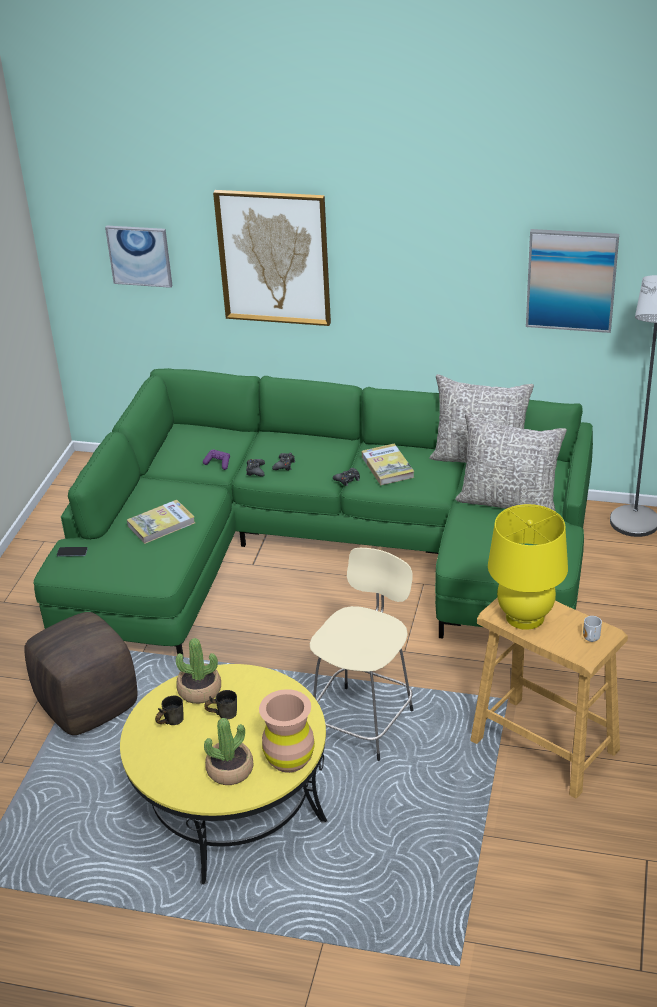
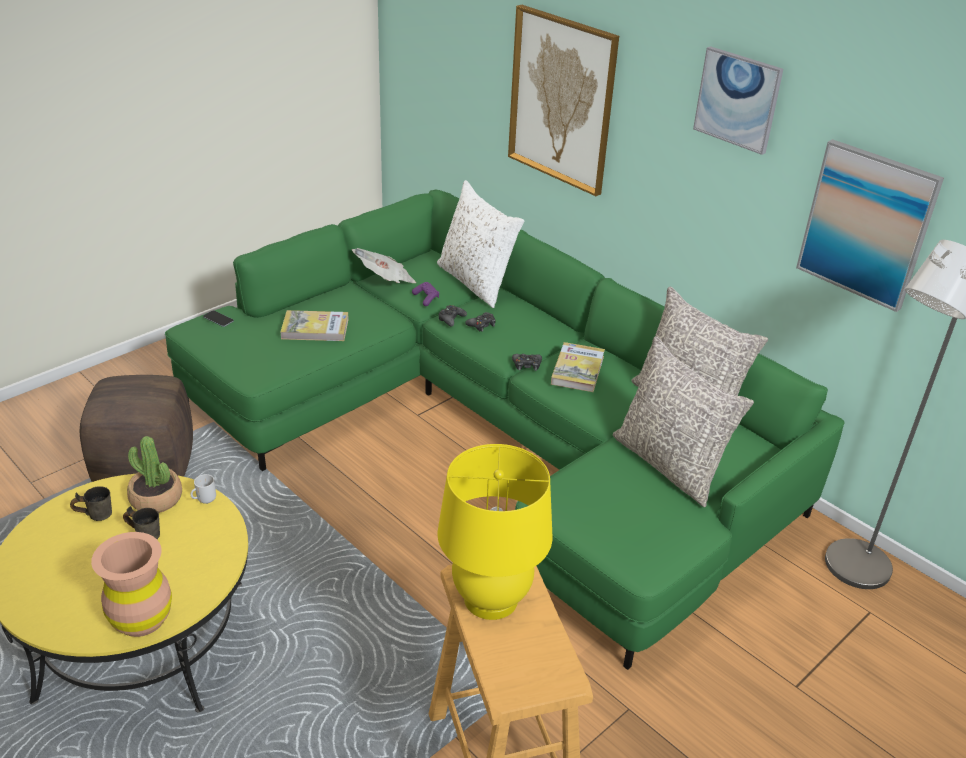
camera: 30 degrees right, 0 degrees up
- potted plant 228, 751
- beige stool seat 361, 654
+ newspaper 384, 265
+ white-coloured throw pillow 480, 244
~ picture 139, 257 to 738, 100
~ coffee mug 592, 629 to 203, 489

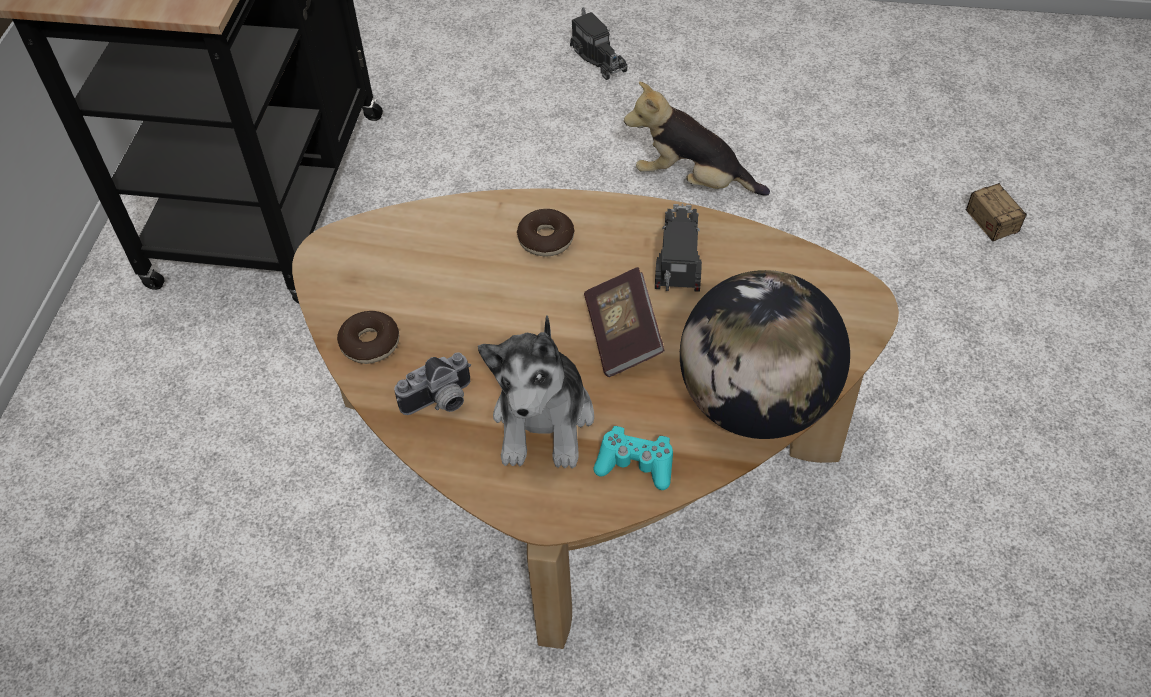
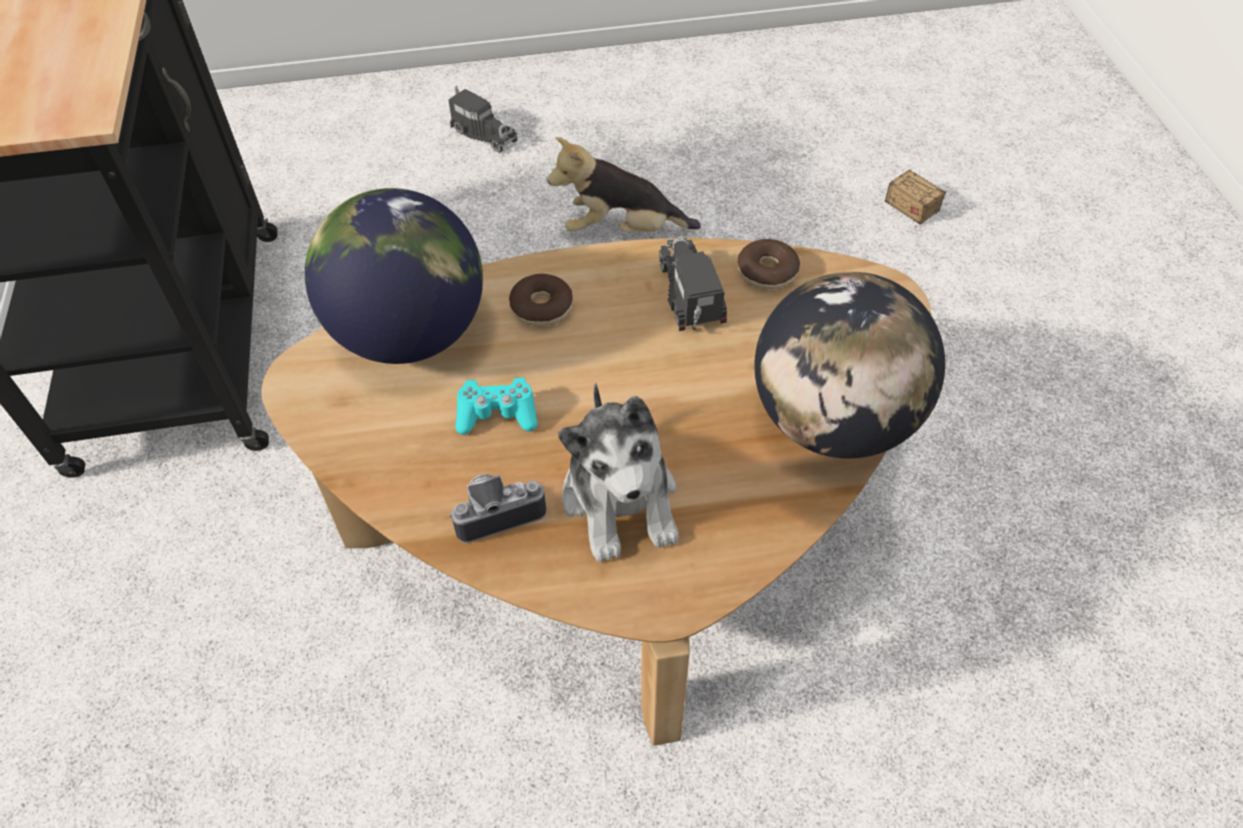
camera: 20 degrees left, 0 degrees up
- volume 624, 322
+ globe 394, 276
~ ring doughnut 368, 337 to 769, 264
~ turquoise game controller 633, 458 to 496, 406
~ still camera 432, 383 = 497, 508 150 degrees counterclockwise

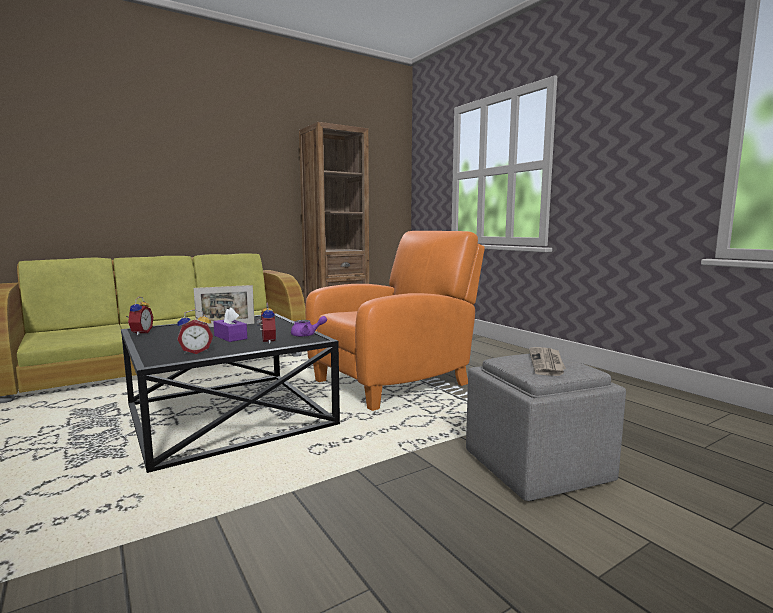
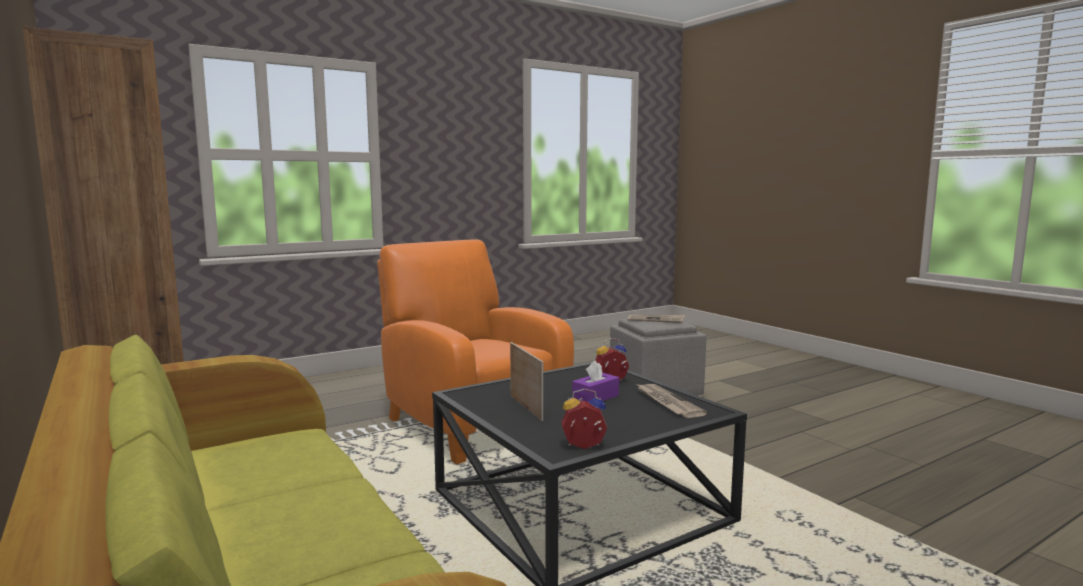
camera: 90 degrees left, 0 degrees up
- purple teapot 309, 326
~ alarm clock 195, 331 to newspaper 671, 400

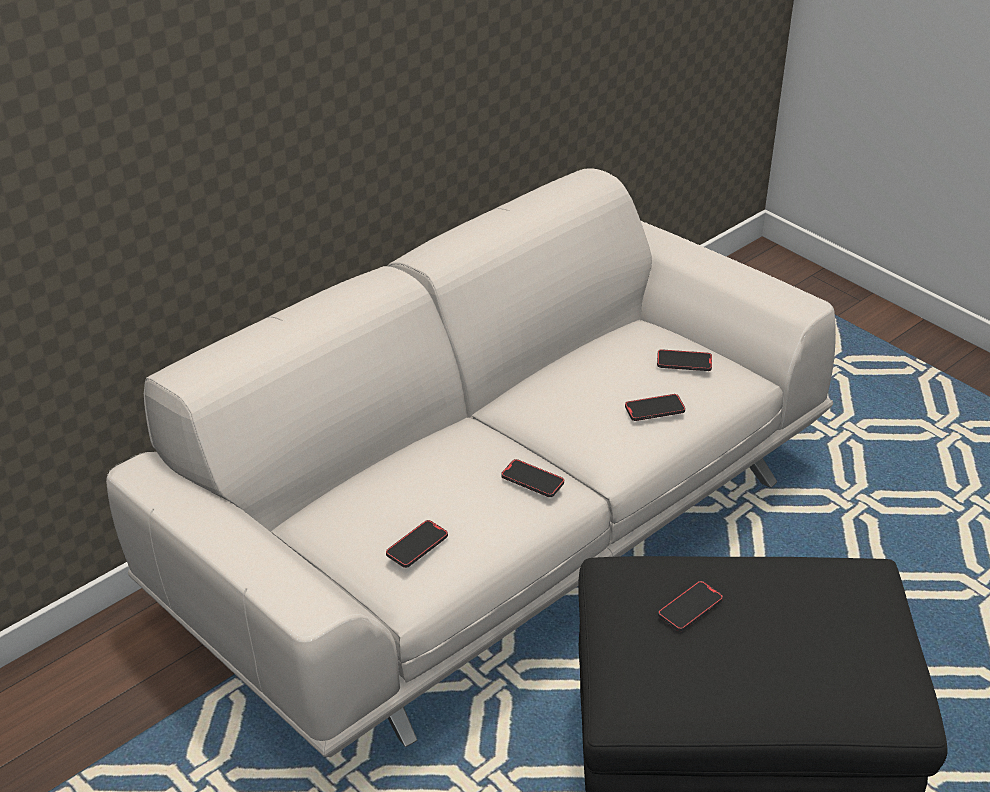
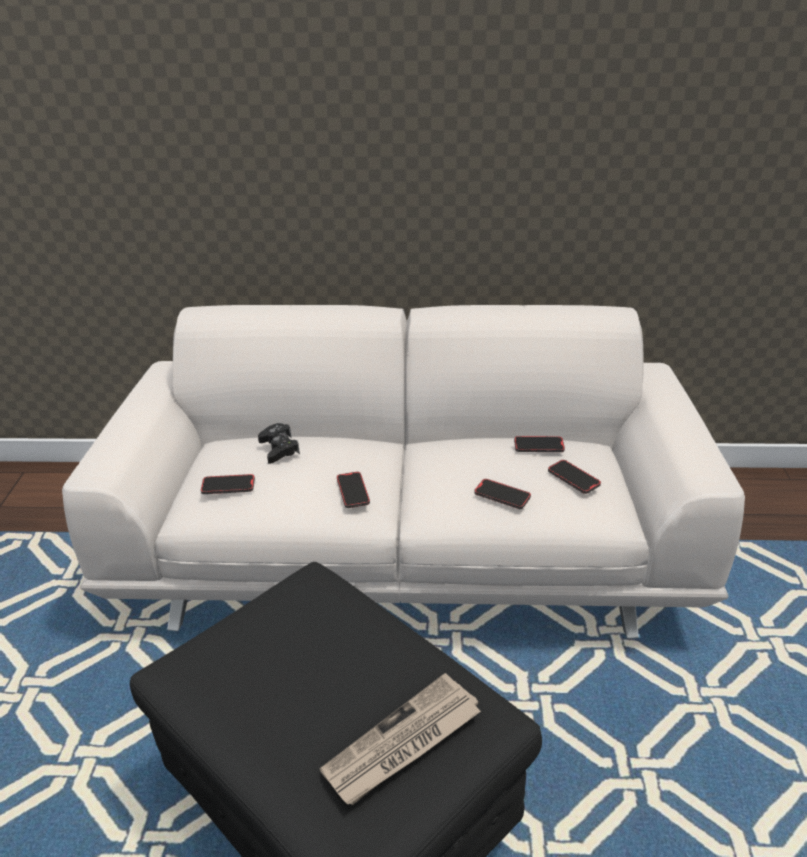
camera: 45 degrees right, 5 degrees down
+ blackish game controller 279, 443
+ newspaper 400, 739
~ handset 690, 606 to 539, 444

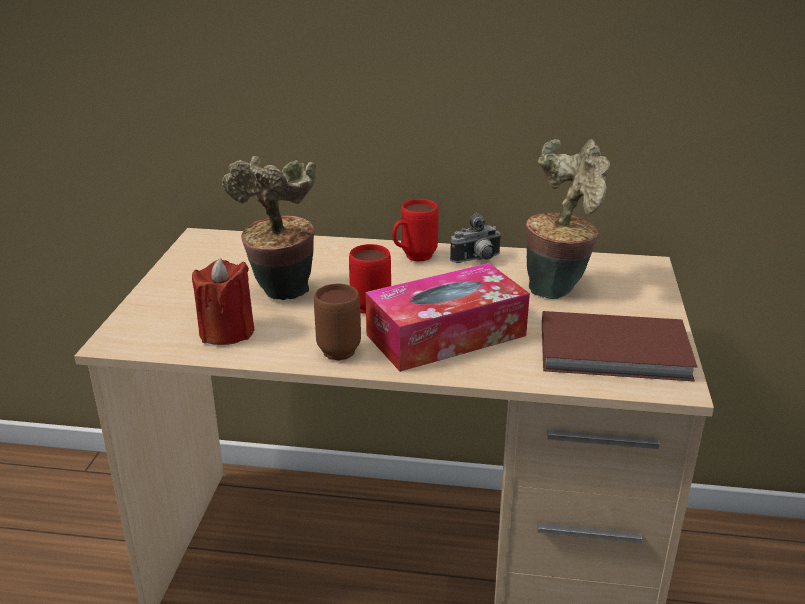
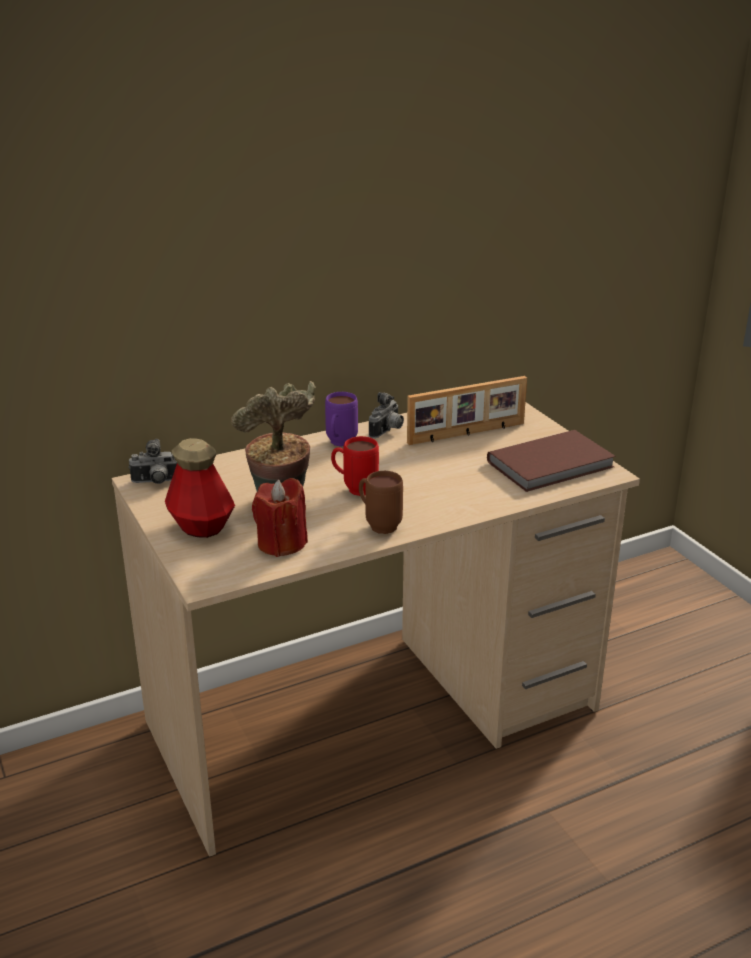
camera: 35 degrees left, 0 degrees up
- tissue holder 447, 317
+ still camera 152, 461
+ drink bottle 200, 488
~ potted plant 568, 219 to photo frame 467, 410
~ red-coloured coffee mug 415, 230 to purple coffee mug 341, 419

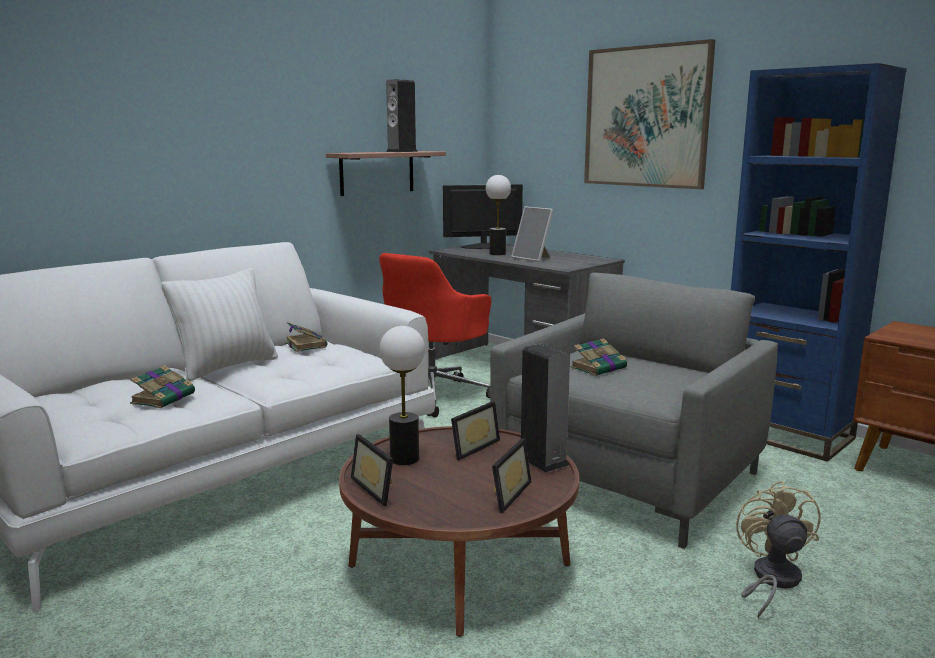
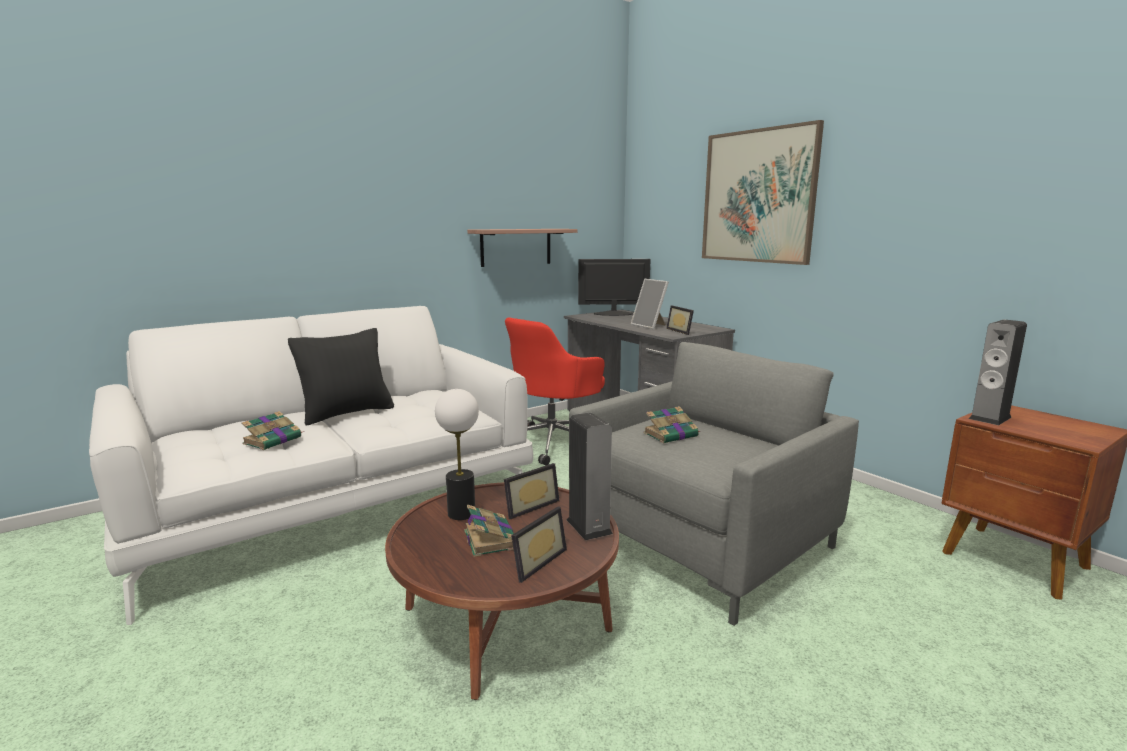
camera: 10 degrees right, 0 degrees up
- lamp for a table 498, 215
- blue bookcase 819, 262
- beige electric fan 778, 549
~ volume 306, 337 to 489, 531
~ photo frame 372, 470 to 680, 320
~ audio speaker 402, 115 to 998, 372
~ white-coloured throw pillow 219, 324 to blackish throw pillow 341, 377

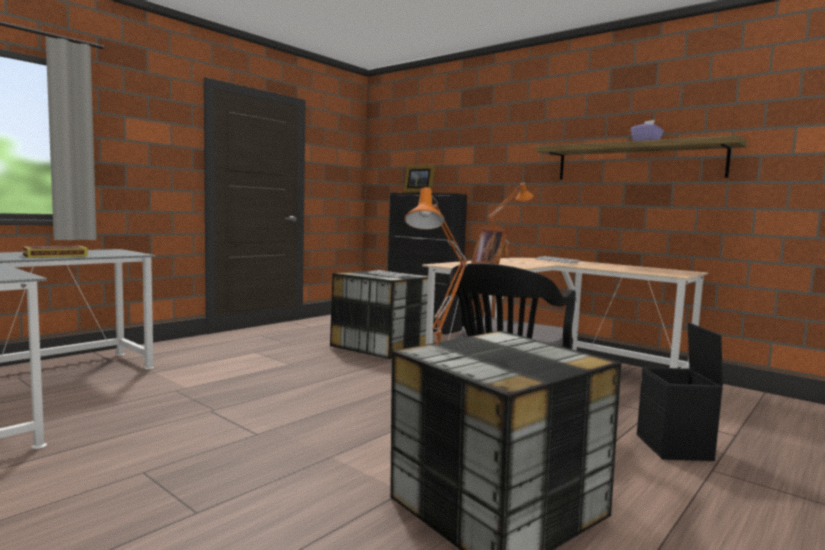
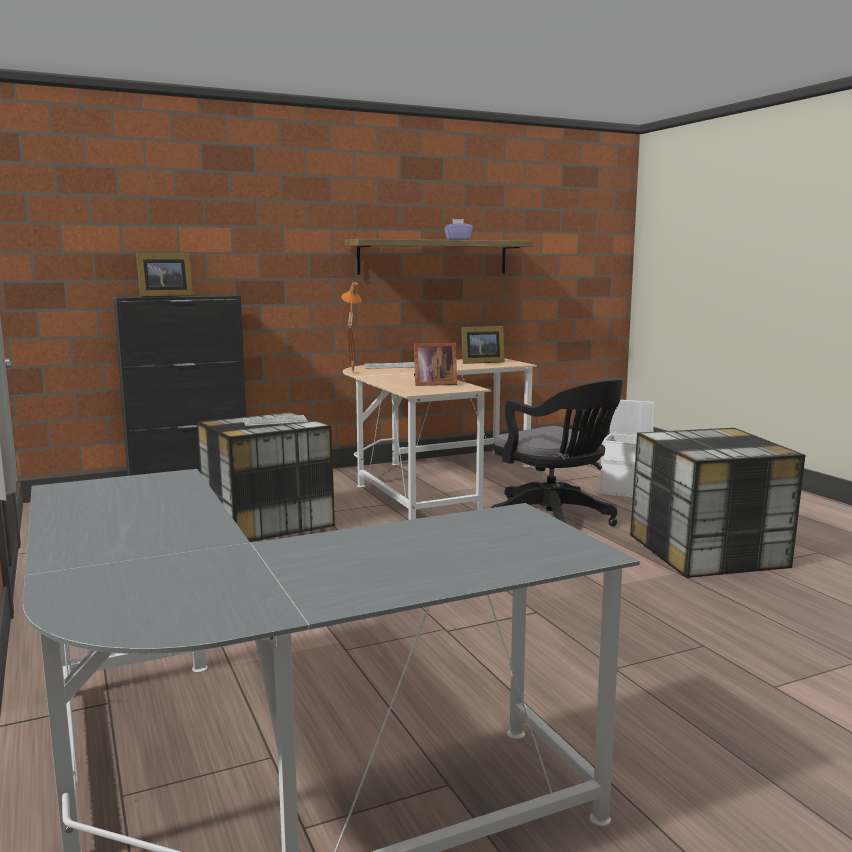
camera: 65 degrees left, 5 degrees up
- volume 55, 252
- orangey lamp for a table 436, 267
+ photo frame 483, 345
~ blackish storage container 680, 391 to white-coloured storage container 627, 449

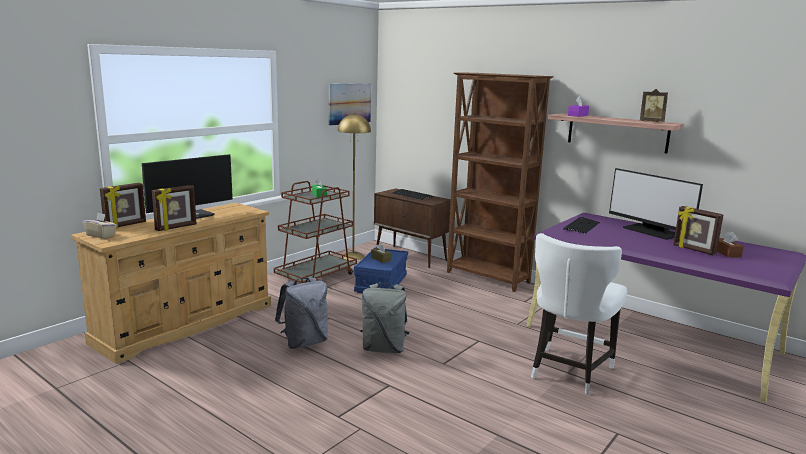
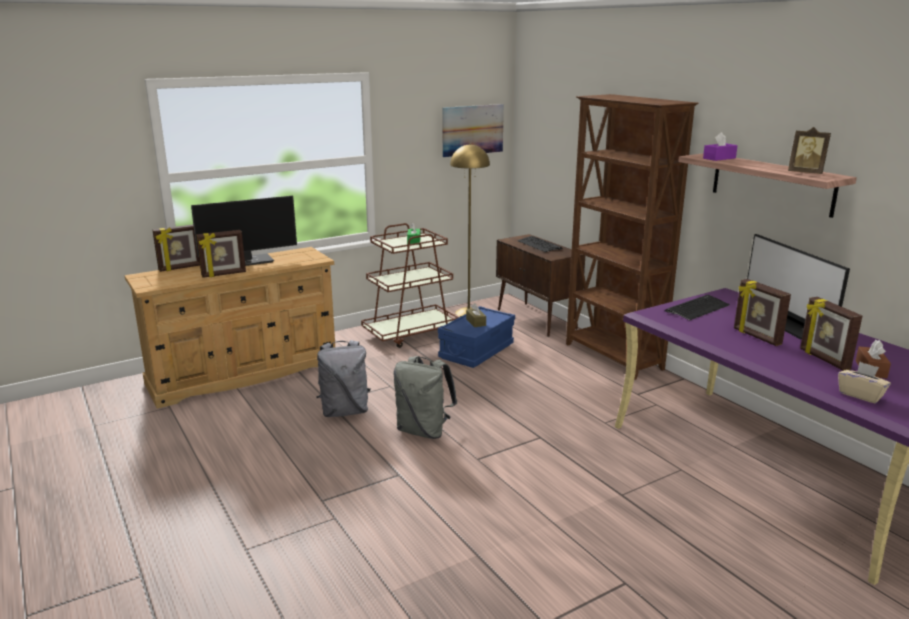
camera: 20 degrees right, 5 degrees up
- white-coloured chair 579, 314
+ photo frame 762, 312
~ beige tissue holder 99, 226 to 864, 383

